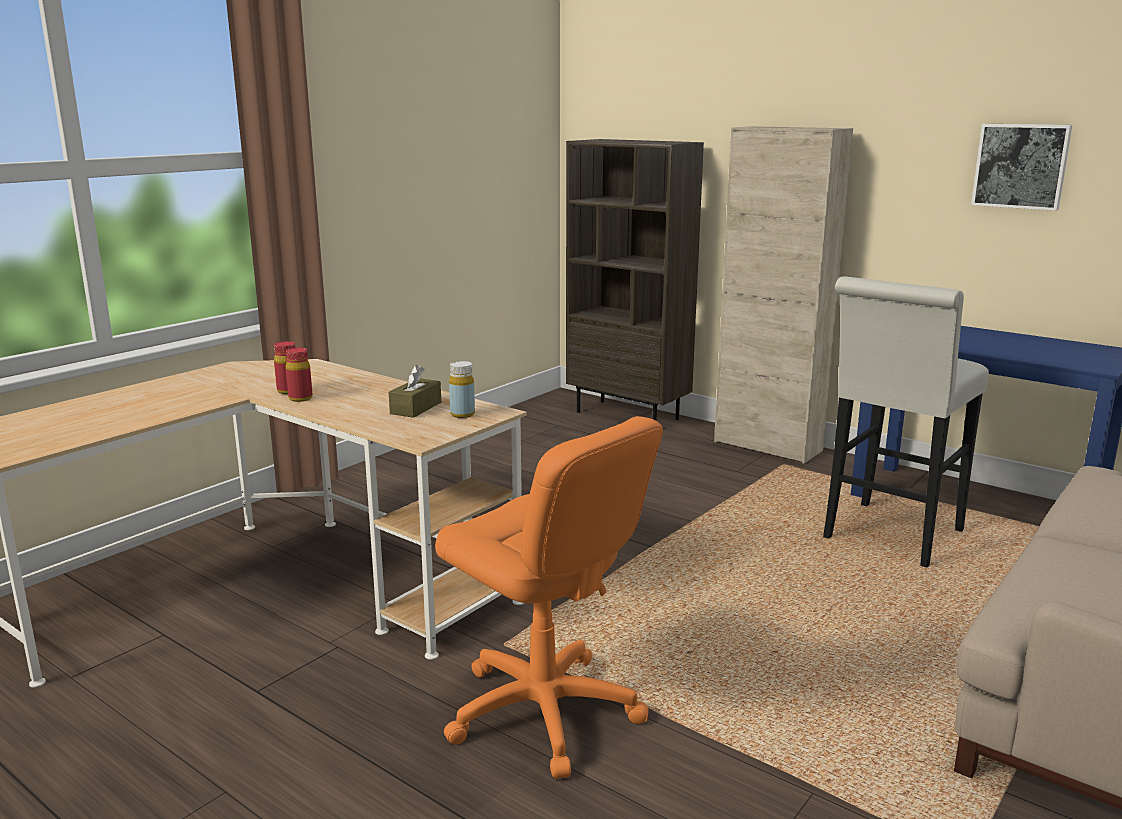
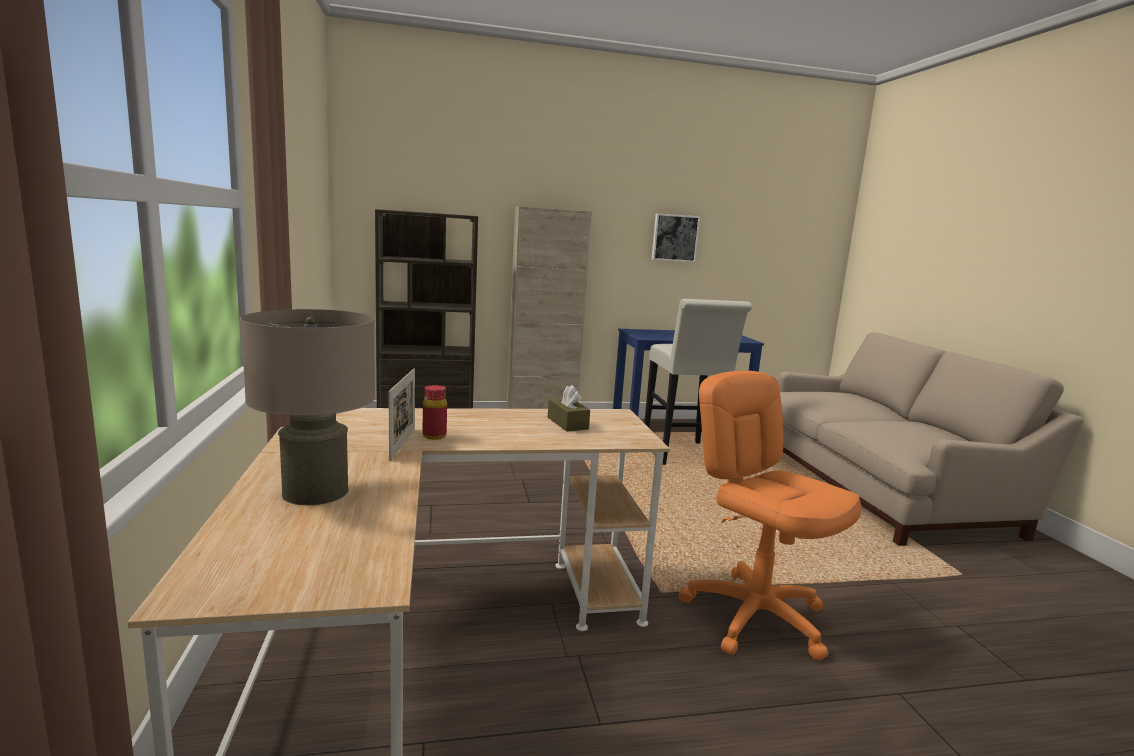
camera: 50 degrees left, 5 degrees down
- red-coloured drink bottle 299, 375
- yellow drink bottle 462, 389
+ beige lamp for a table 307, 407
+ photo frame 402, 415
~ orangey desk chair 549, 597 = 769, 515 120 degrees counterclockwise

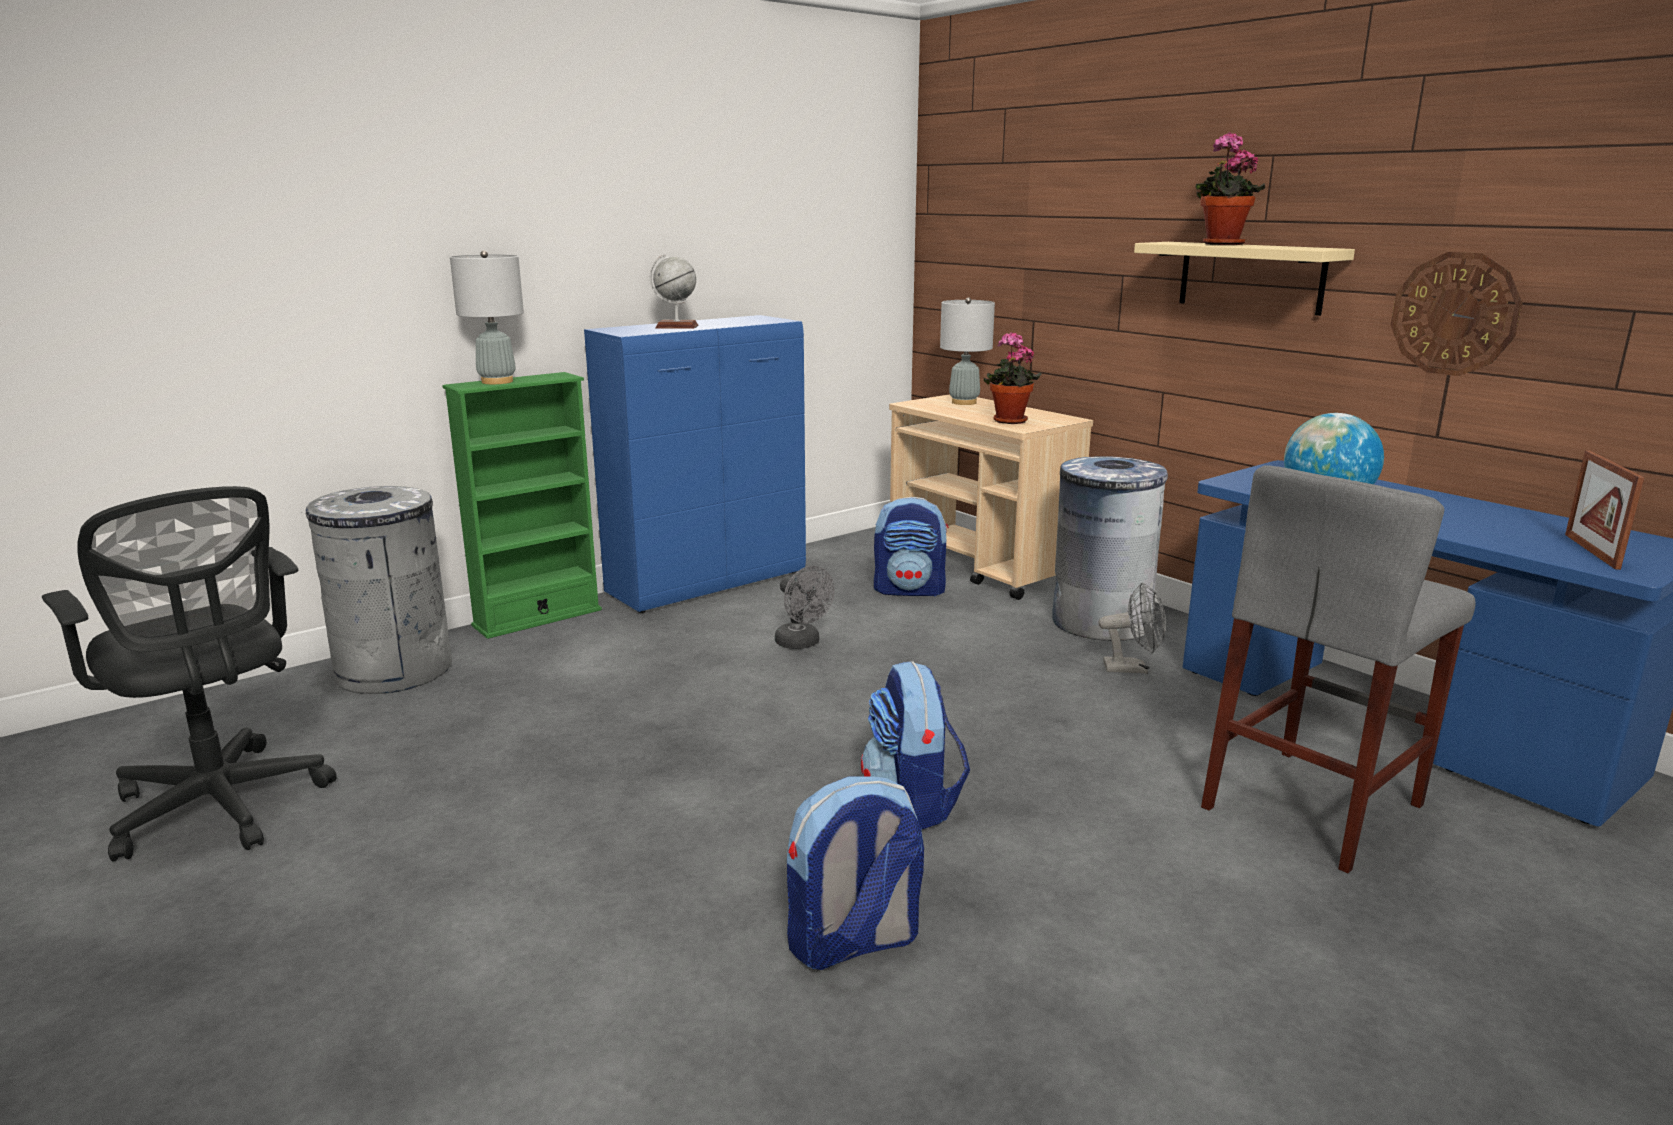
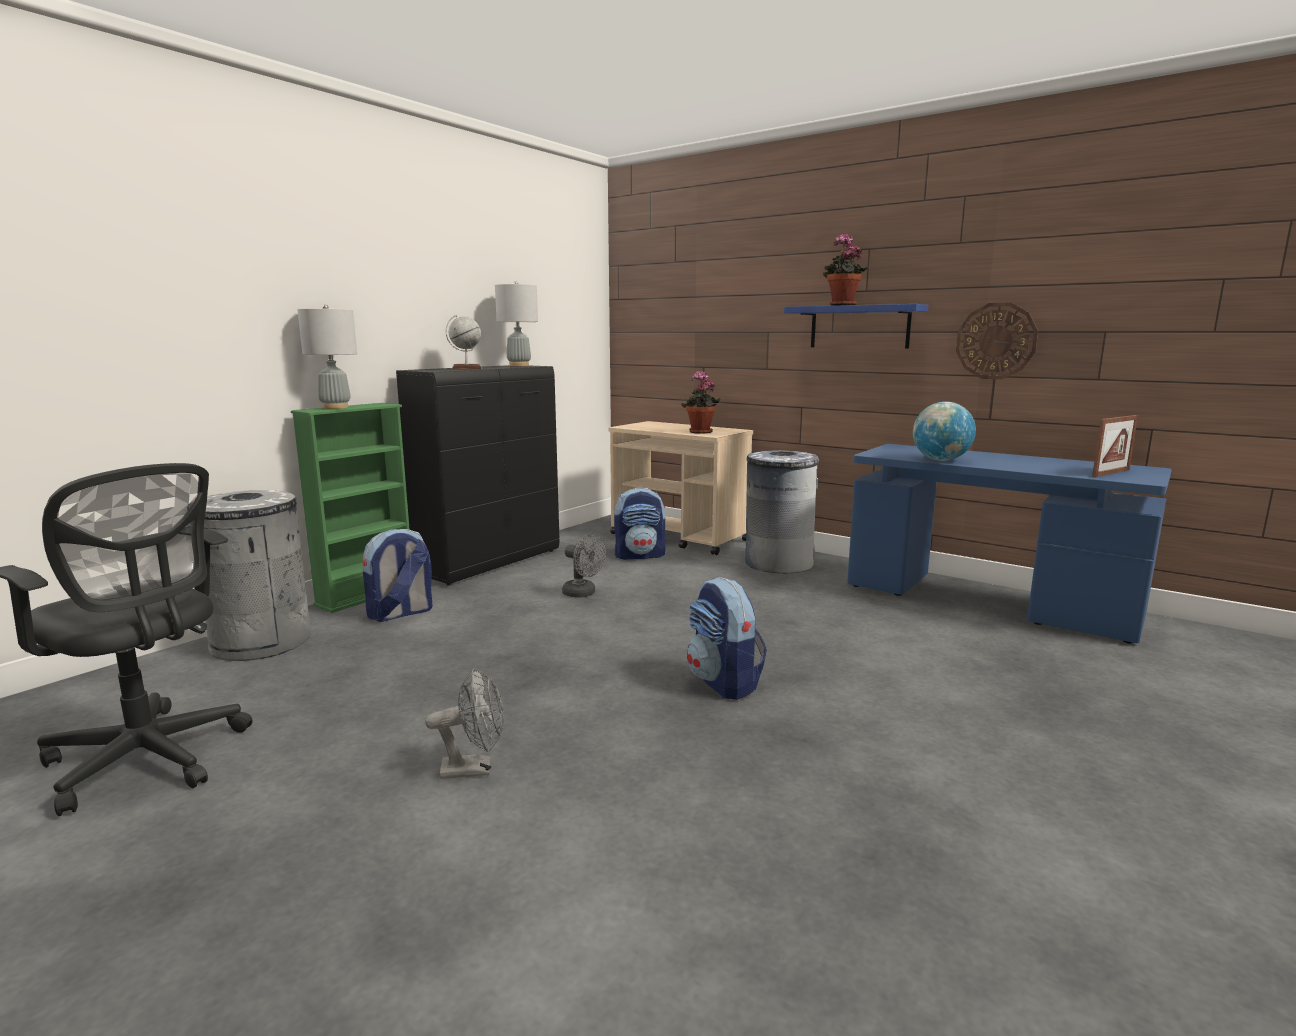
camera: 15 degrees left, 5 degrees down
- gray stool seat 1338, 669
~ backpack 855, 873 to 397, 575
~ gray lamp for a table 967, 351 to 516, 324
~ gray electric fan 1132, 628 to 464, 723
~ blue storage cabinet 695, 464 to blackish storage cabinet 477, 475
~ beige bracket shelf 1244, 279 to blue bracket shelf 856, 326
~ photo frame 1604, 510 = 1115, 446 120 degrees counterclockwise

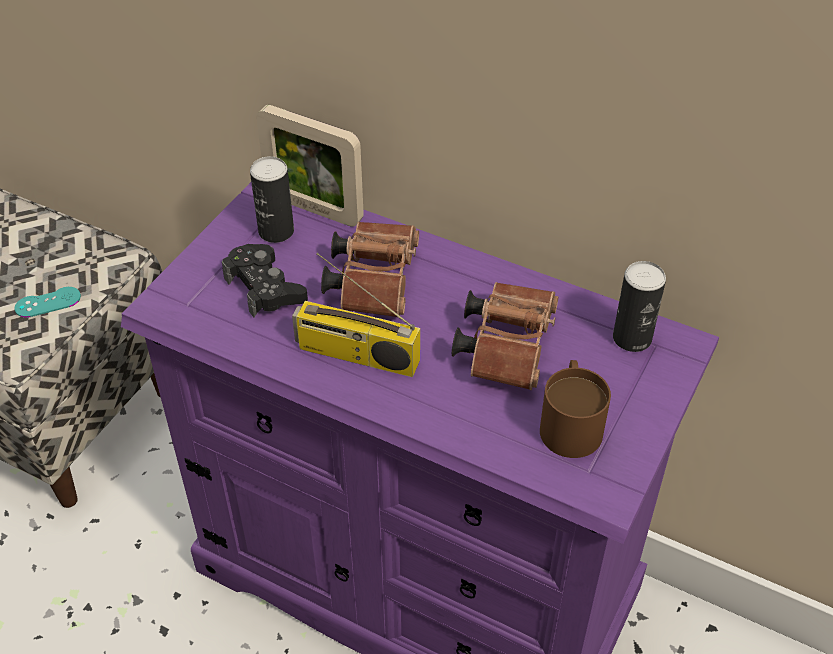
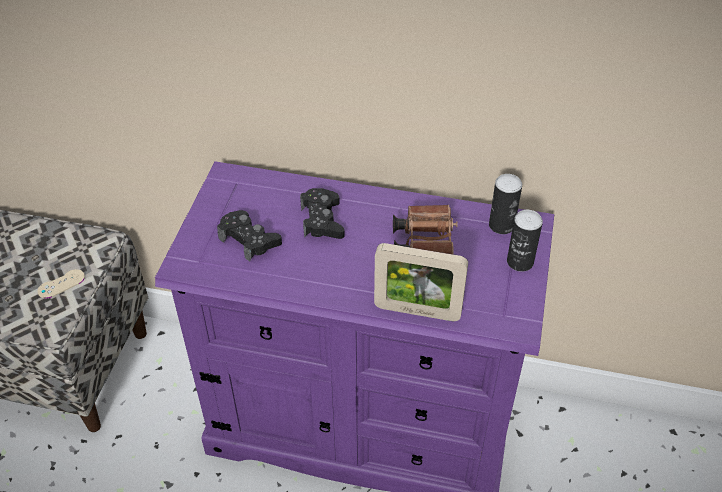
camera: 15 degrees left, 0 degrees up
- radio receiver 356, 314
- brownish coffee mug 575, 409
~ sealed can 272, 199 to 525, 241
~ photo frame 310, 166 to 421, 282
~ brownish field glasses 370, 269 to blackish game controller 322, 213
~ turquoise game controller 48, 302 to beige game controller 61, 283

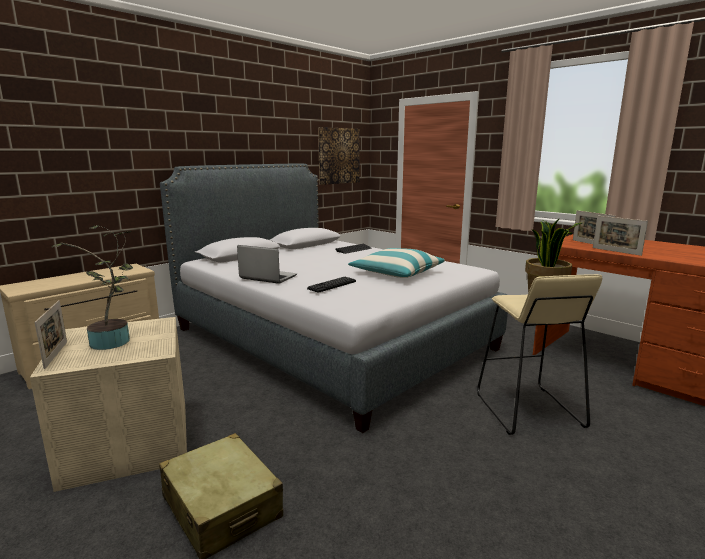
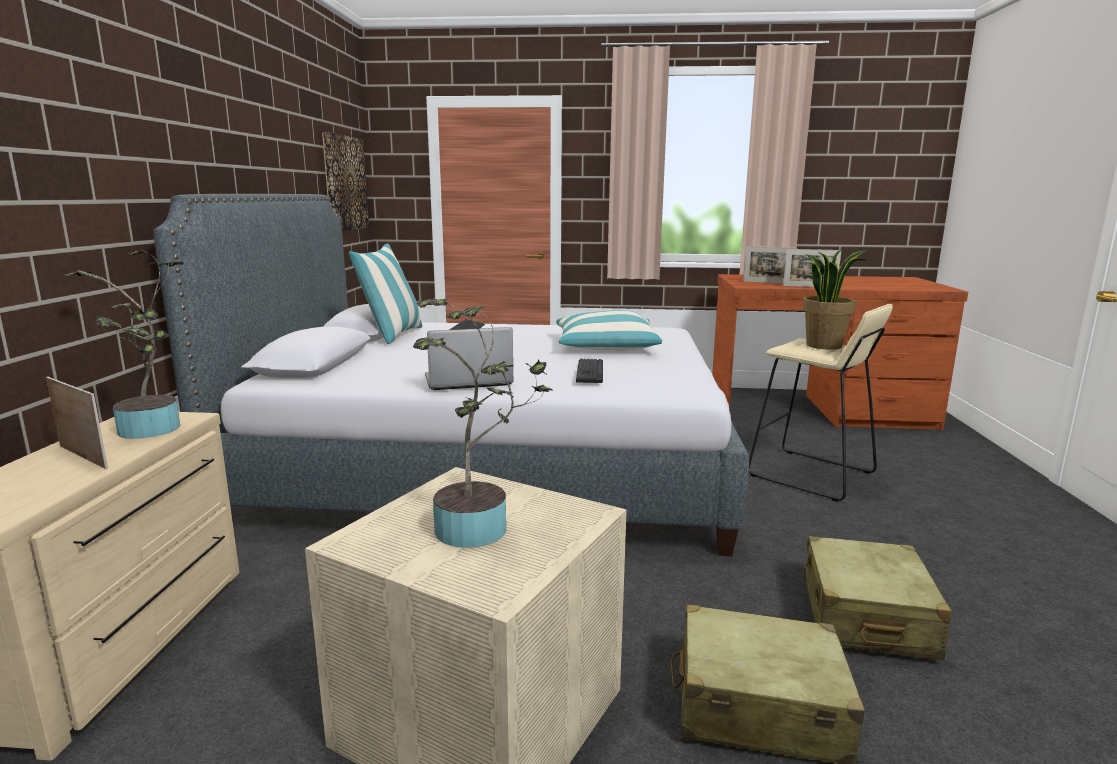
camera: 40 degrees left, 0 degrees up
+ potted plant 123, 344
+ throw pillow 385, 294
+ beige piece of luggage 878, 598
~ photo frame 50, 334 to 77, 423

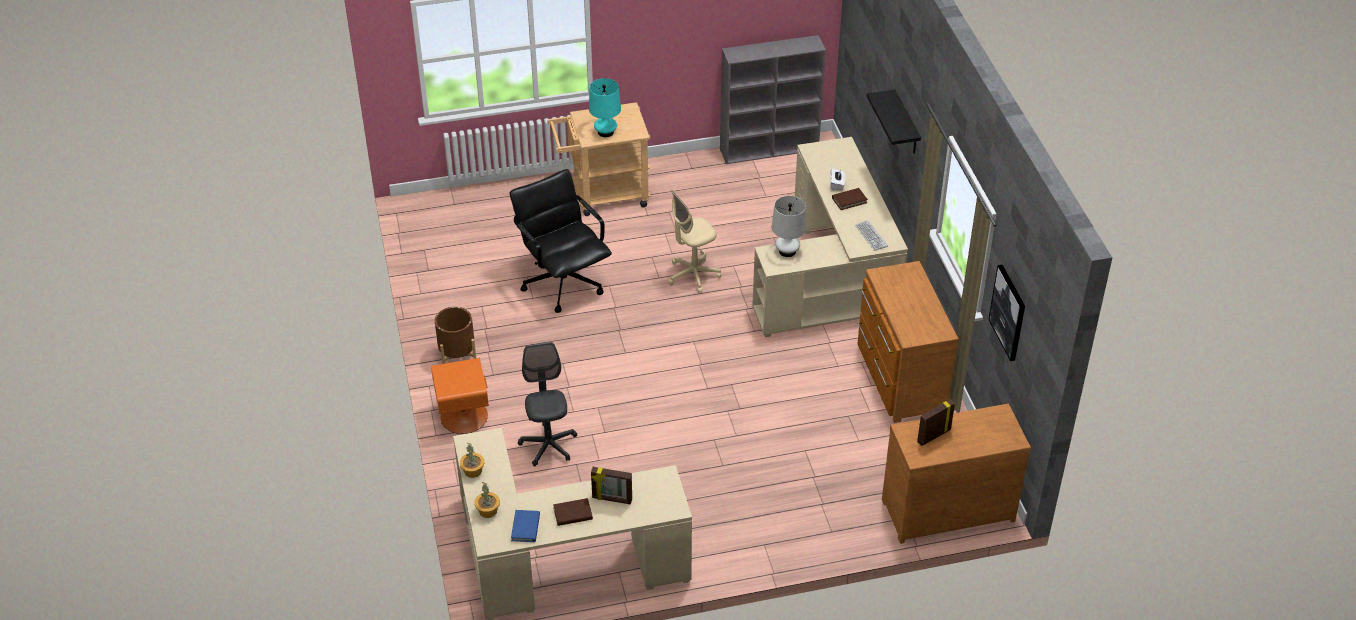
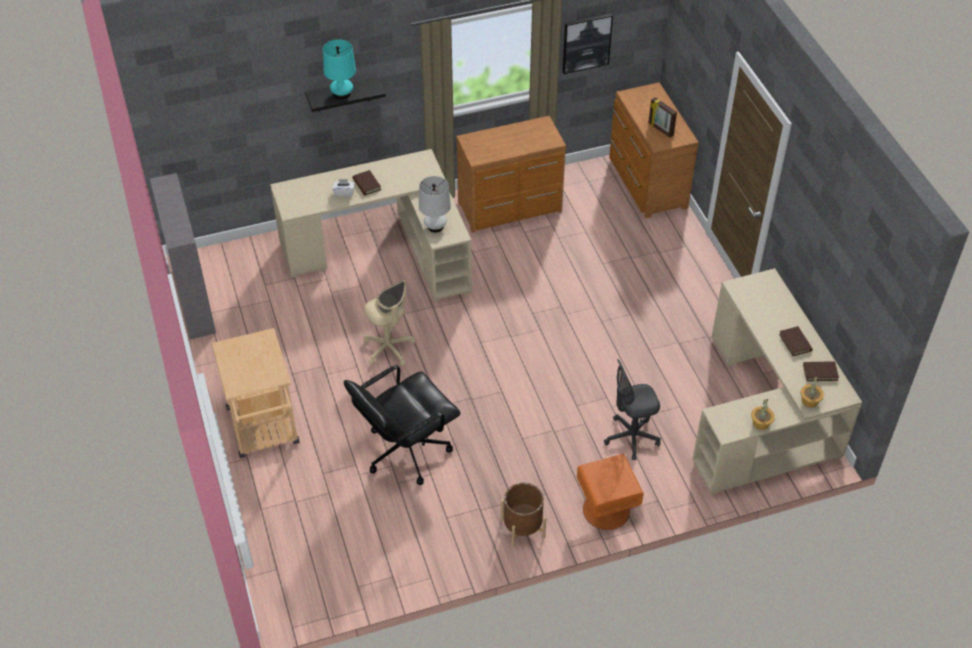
camera: 95 degrees left, 5 degrees up
- photo frame 611, 485
- PC keyboard 871, 235
~ turquoise lamp for a table 605, 107 to 339, 69
~ blue volume 525, 526 to brownish volume 821, 371

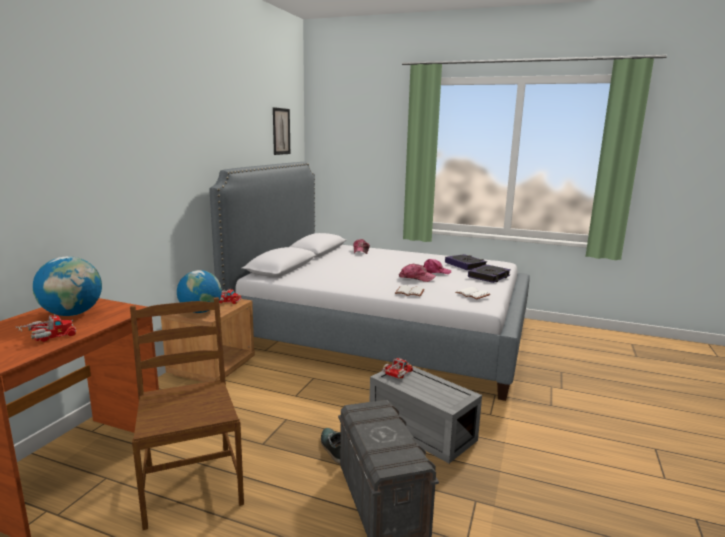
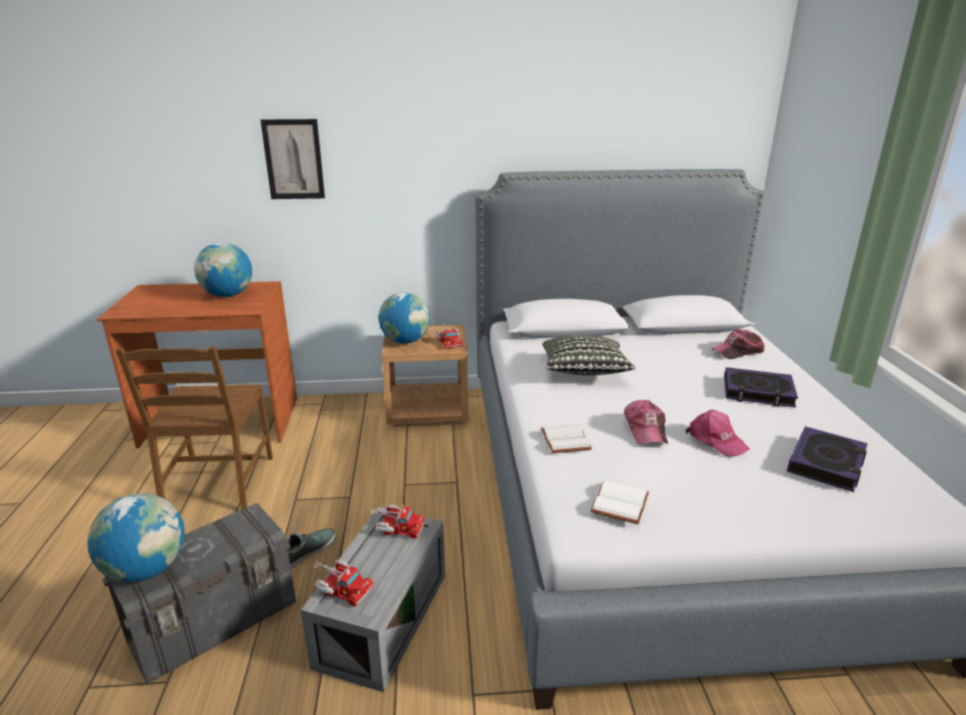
camera: 65 degrees right, 10 degrees up
+ globe 136, 537
+ throw pillow 588, 355
~ toy truck 45, 328 to 344, 583
~ picture 281, 131 to 293, 159
~ volume 489, 273 to 761, 387
~ brownish chair 187, 413 = 194, 428 135 degrees clockwise

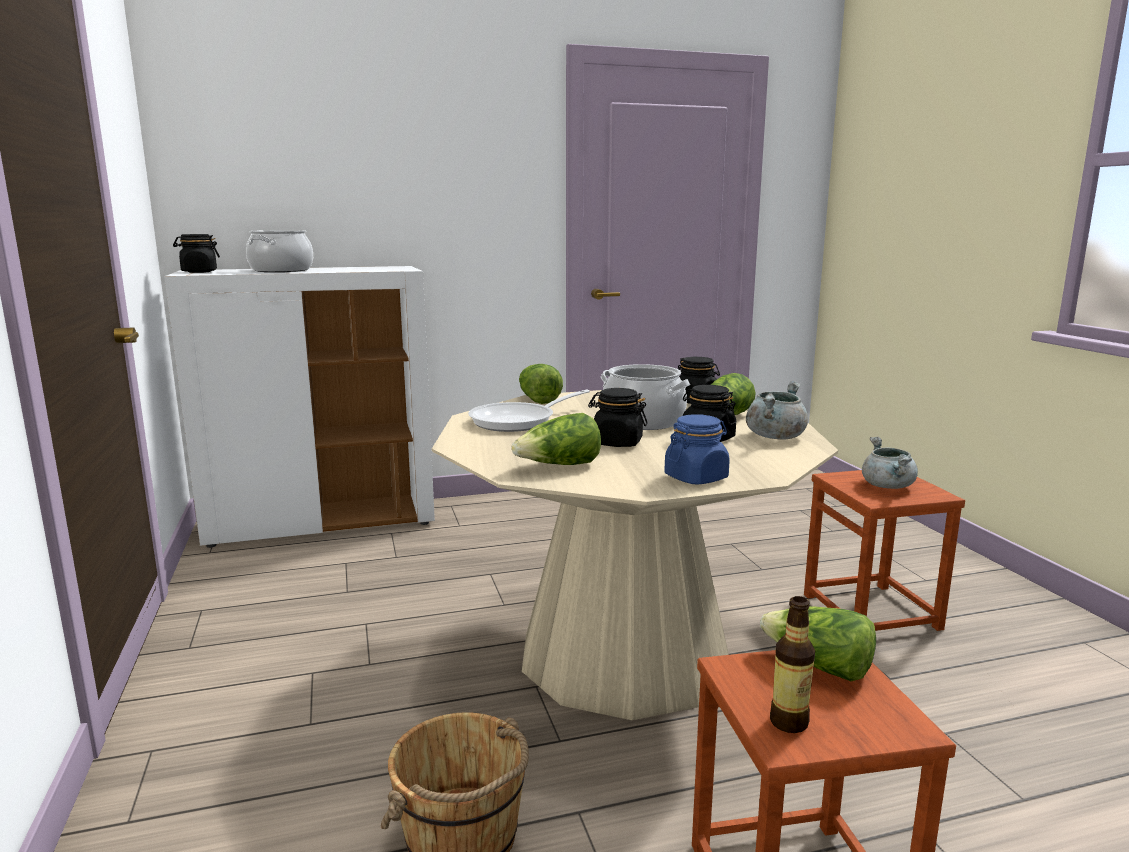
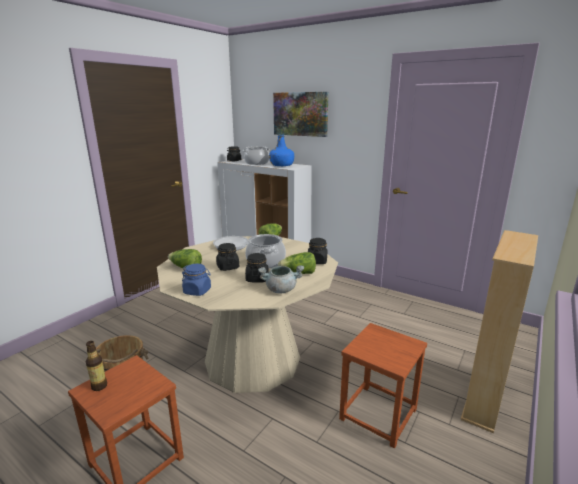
camera: 50 degrees right, 5 degrees up
- head of lettuce 818, 643
- gray cooking pot 890, 463
+ blue drink bottle 281, 150
+ picture 301, 114
+ beige bookcase 499, 331

